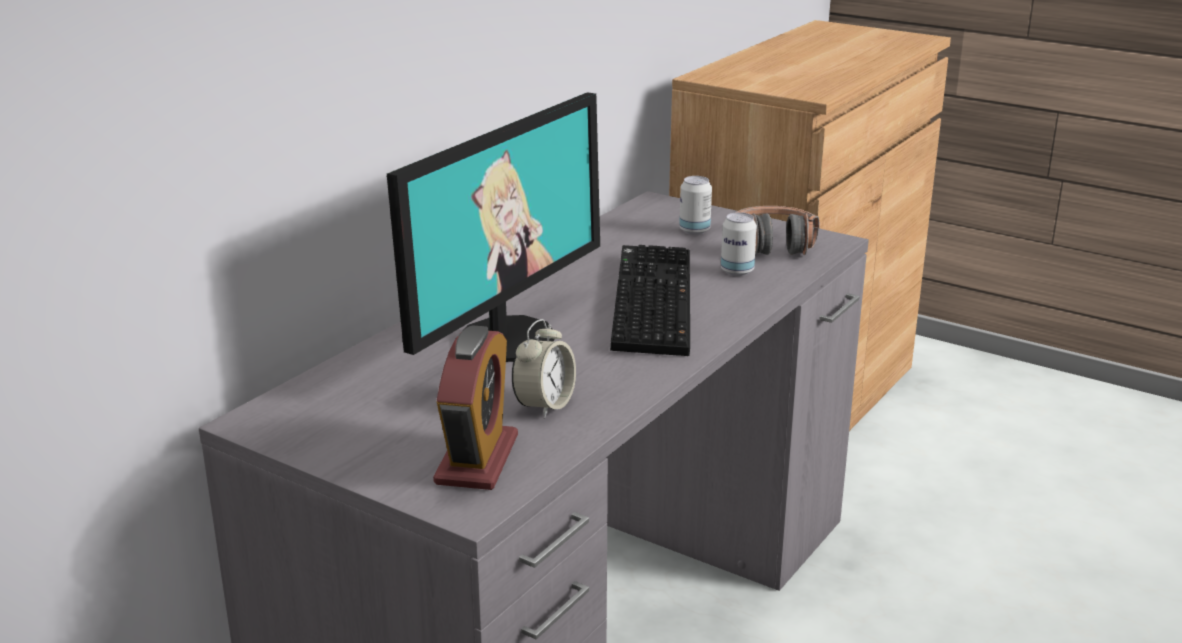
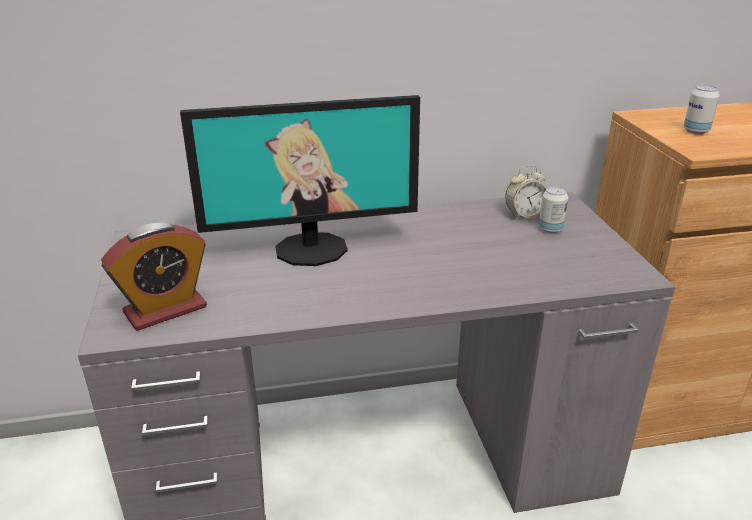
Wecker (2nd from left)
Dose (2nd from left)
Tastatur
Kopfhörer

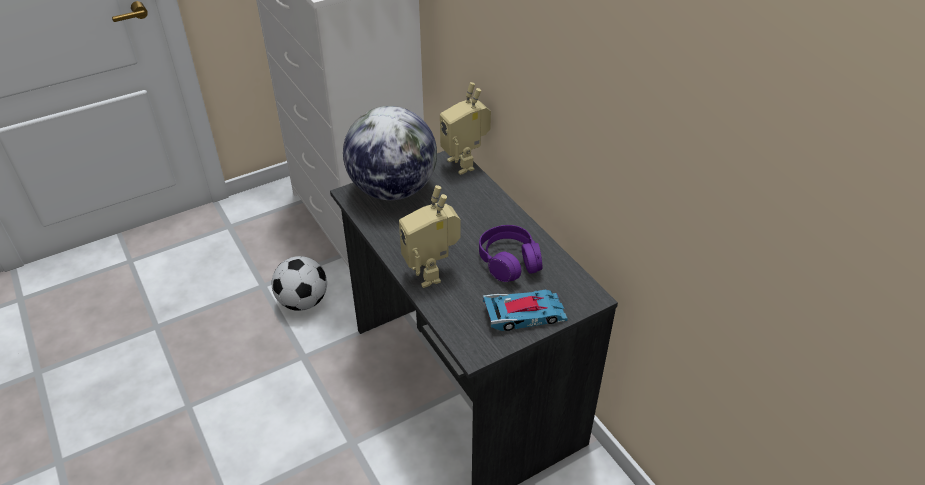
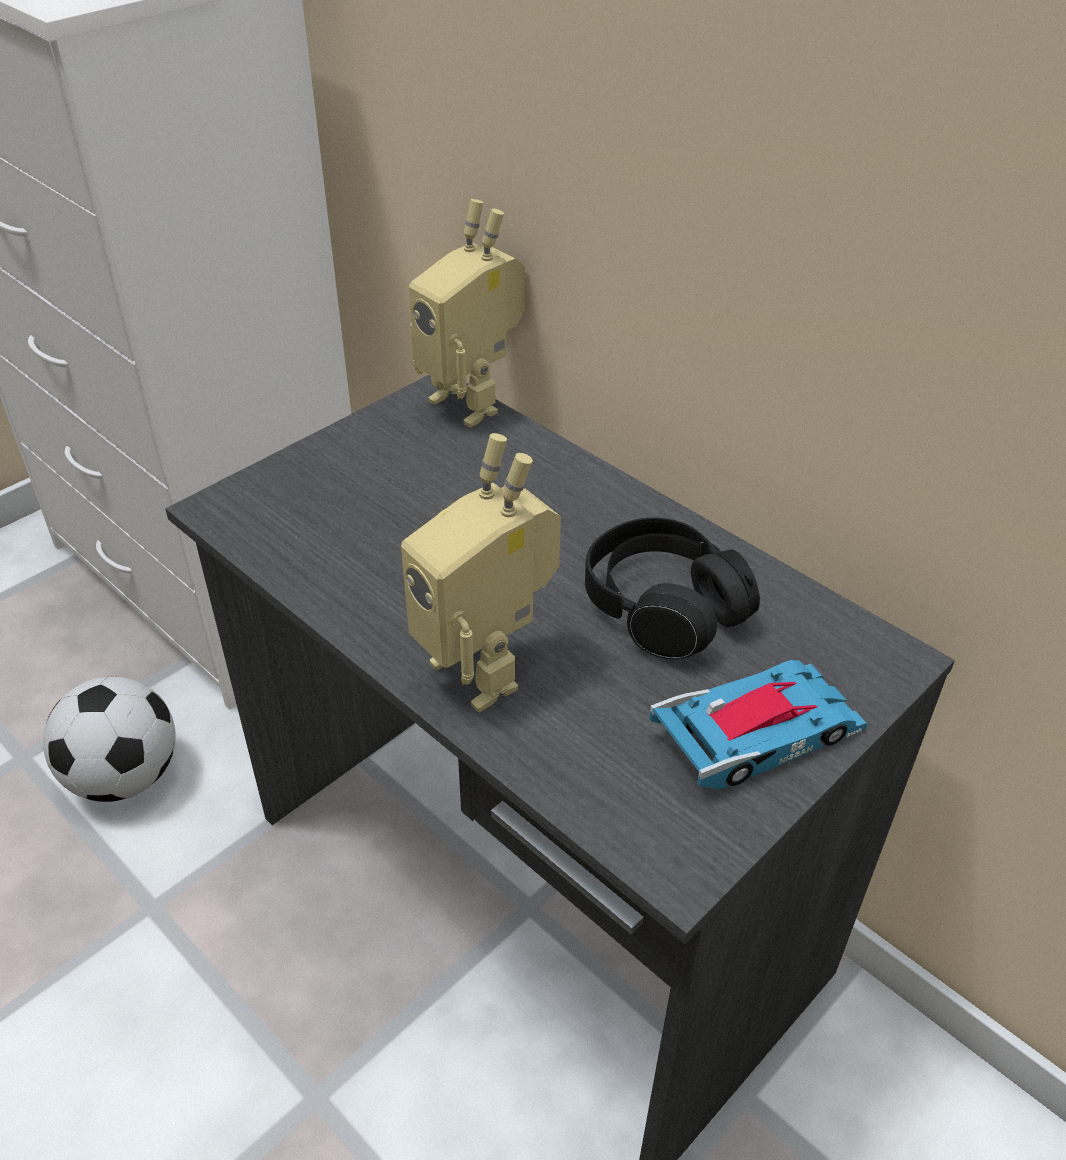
Kopfhörer/schwarz
Globus

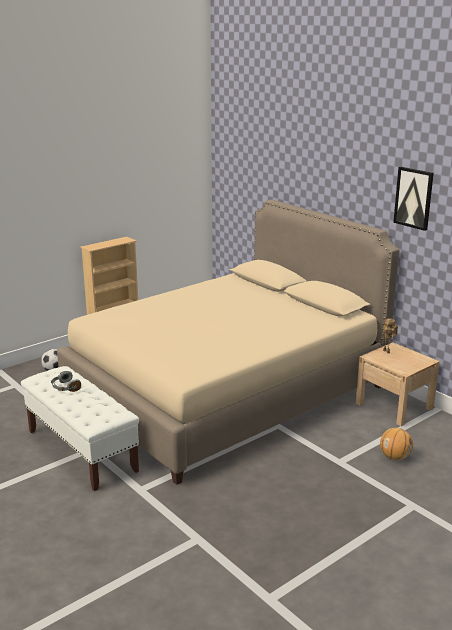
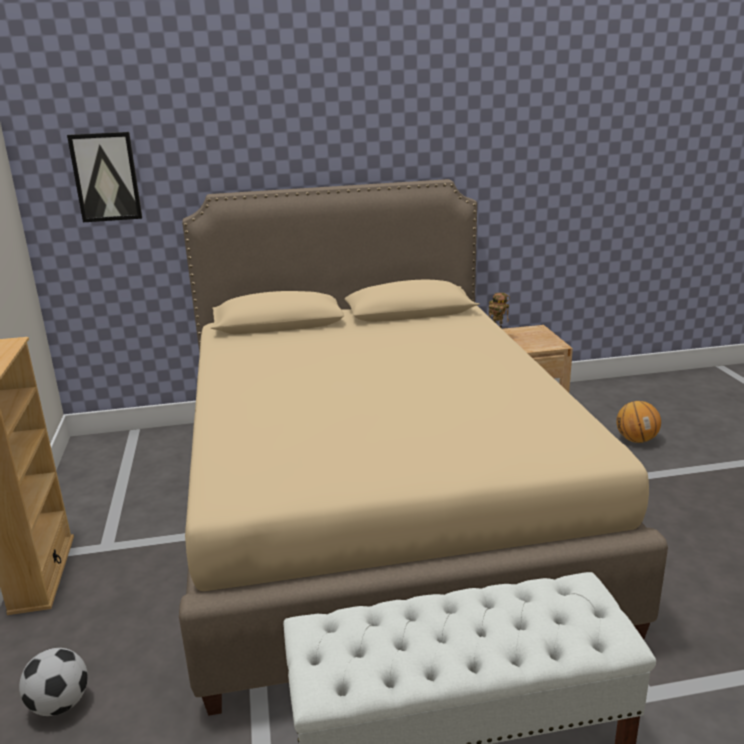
Bild
Kopfhörer/grau

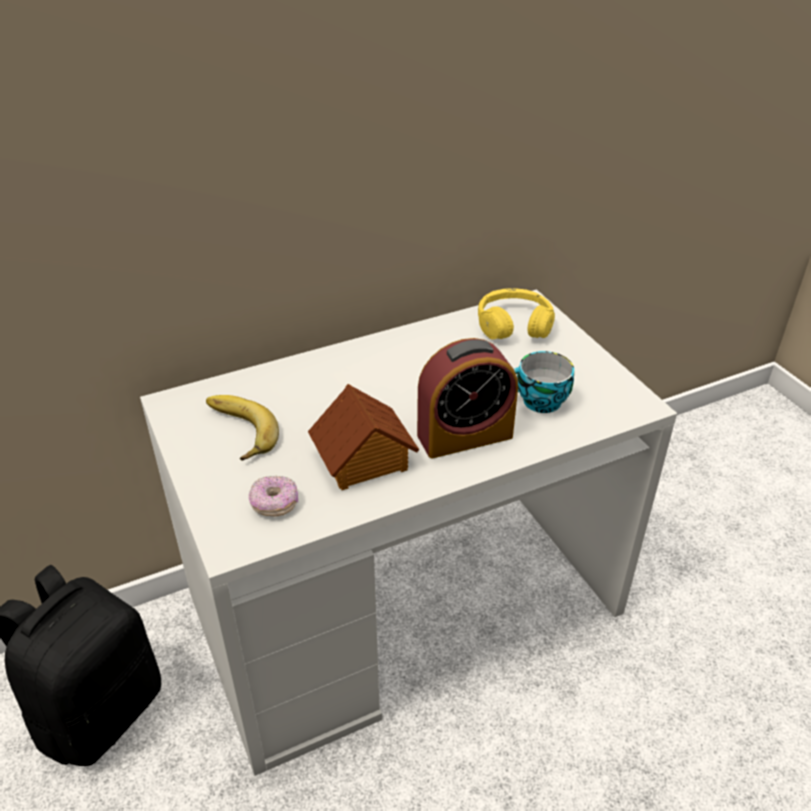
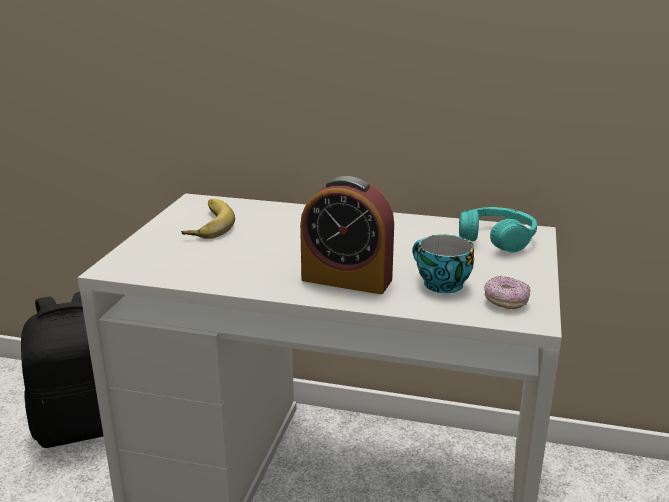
Kopfhörer/türkis
Donut
Spielzeughaus

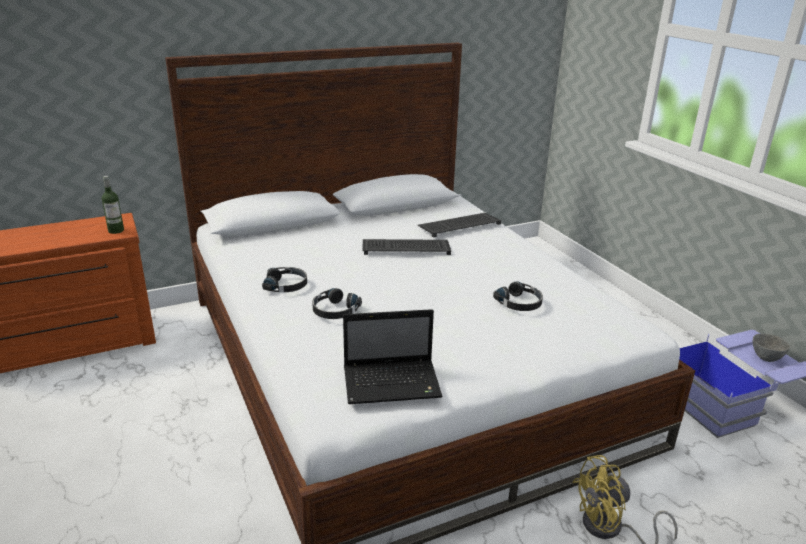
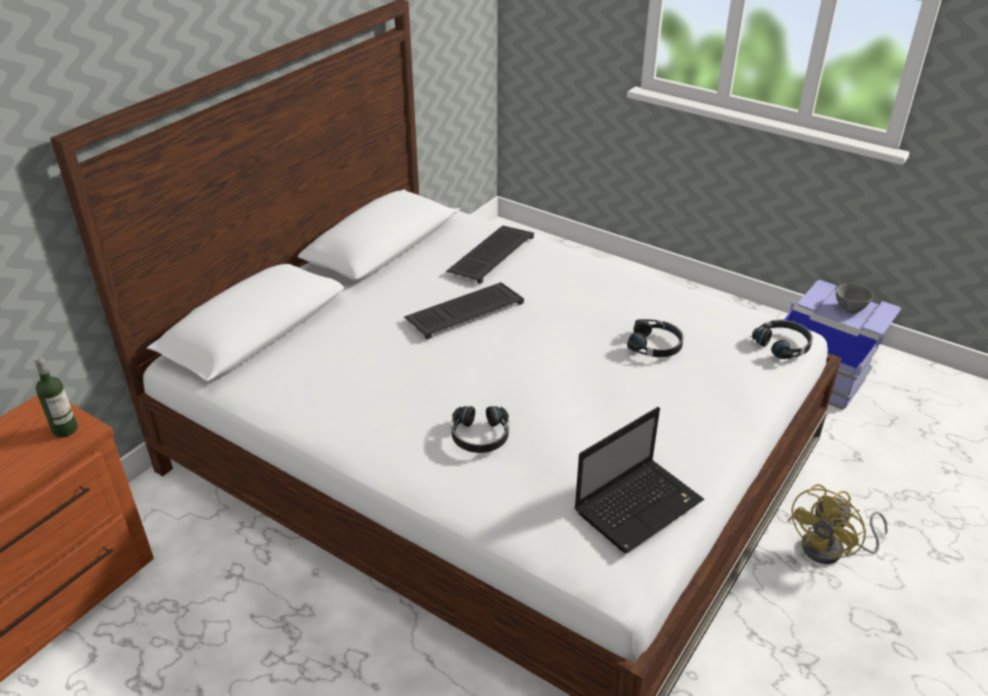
Kopfhörer/schwarz (3rd from left)

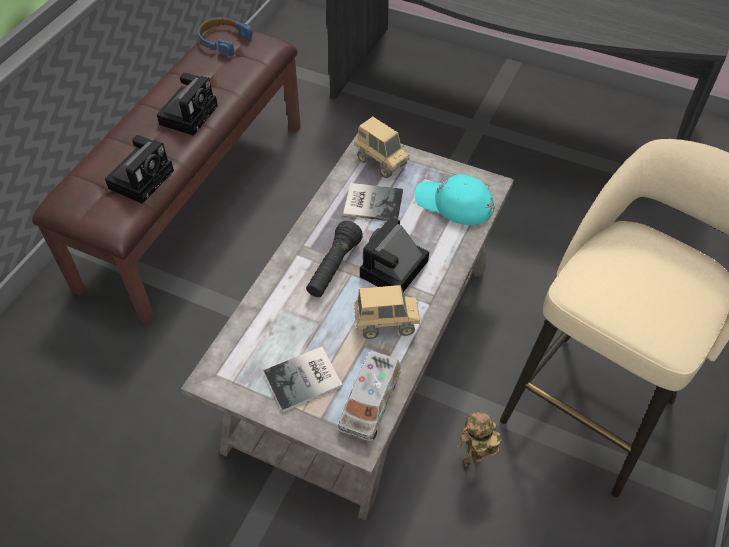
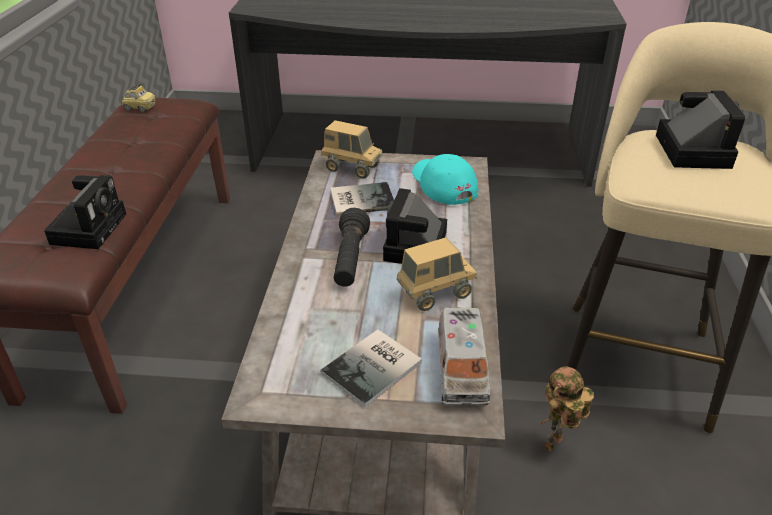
Spielzeugauto
Kappe/türkis
Kamera (3rd from left)

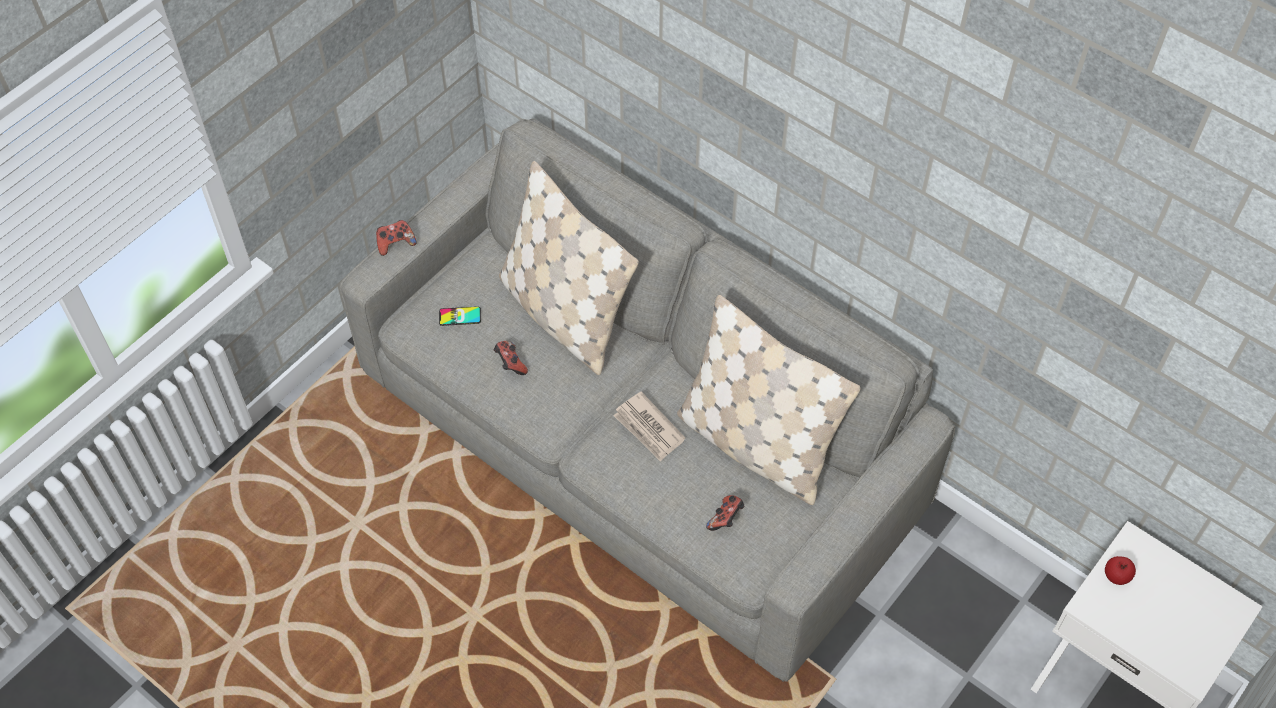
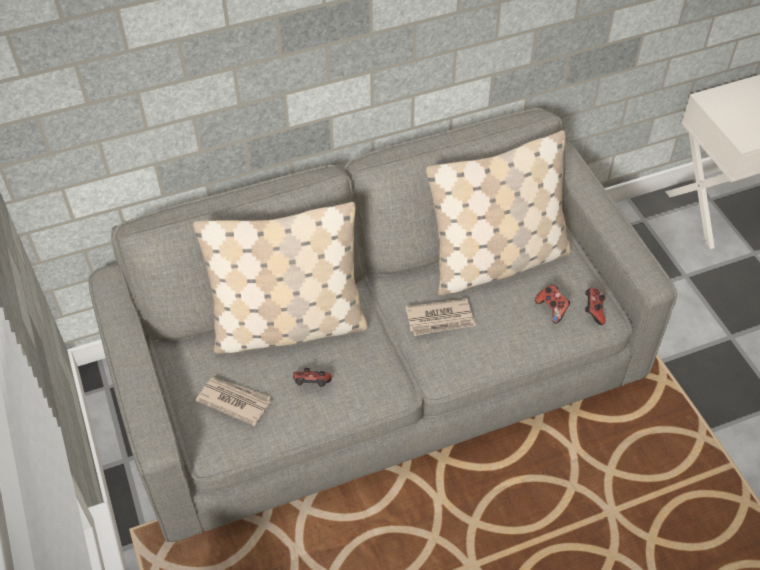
Zeitung (1st from left)
Gamepad (3rd from left)
Apfel

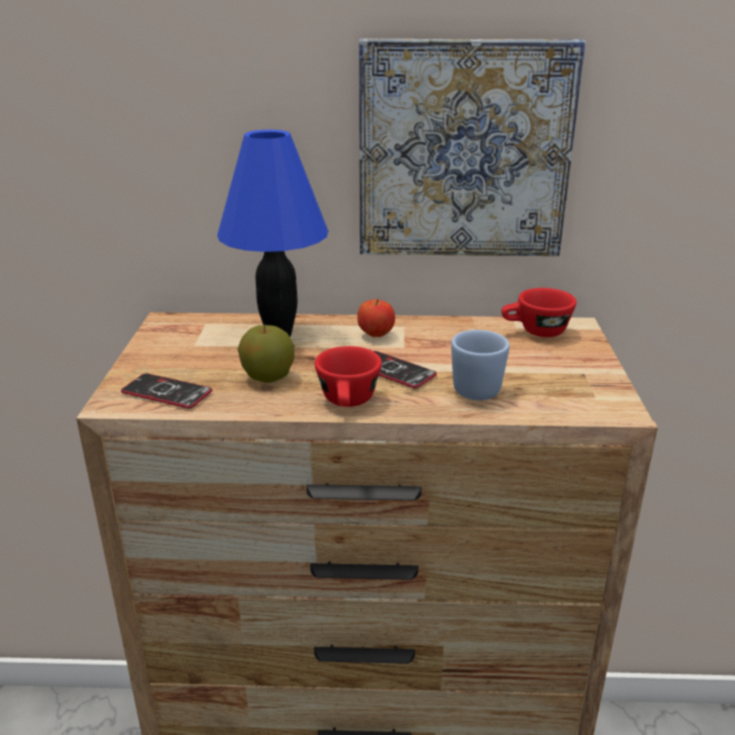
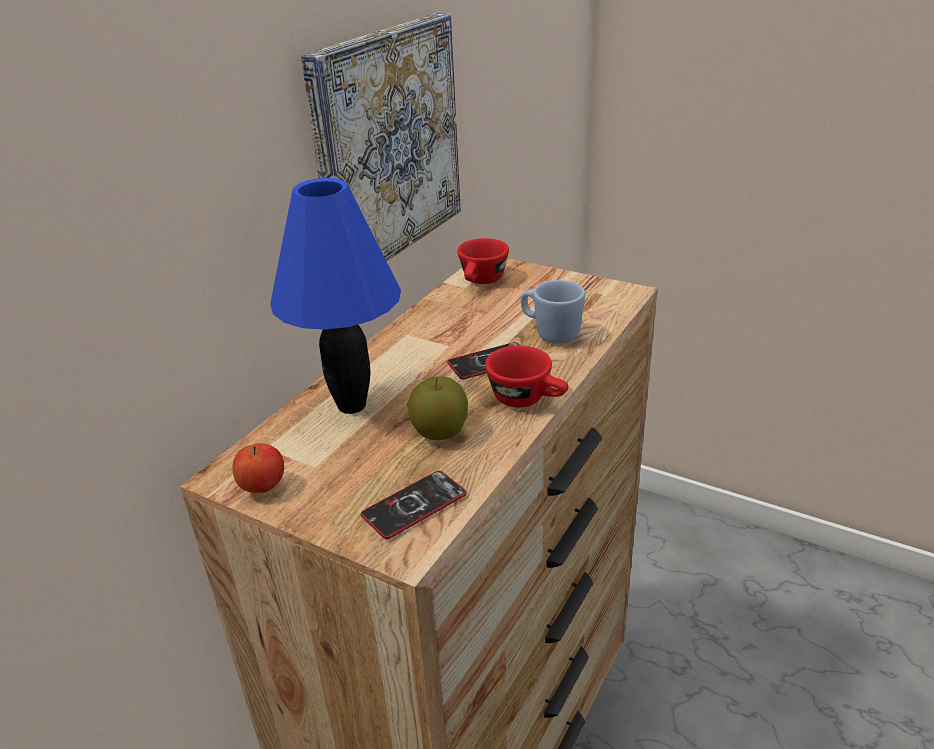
Apfel (1st from left)

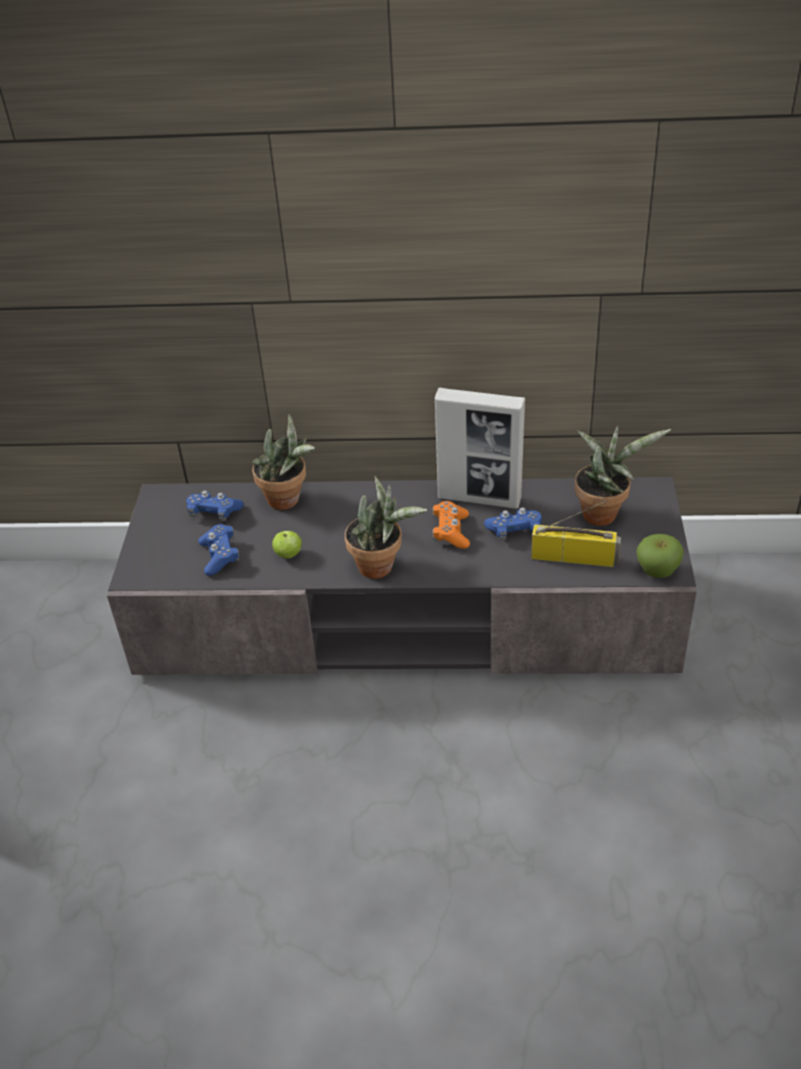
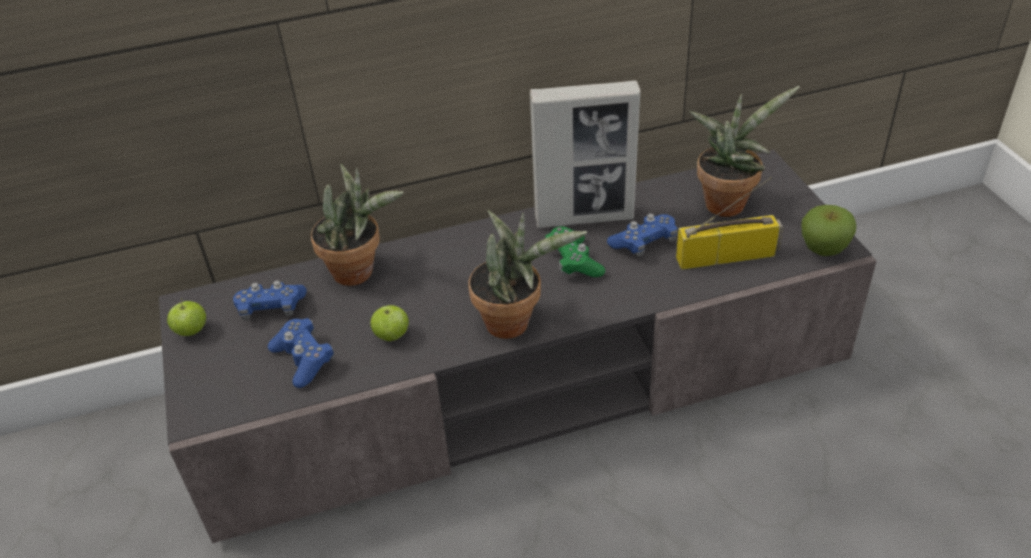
Apfel (1st from left)
Gamepad/grün

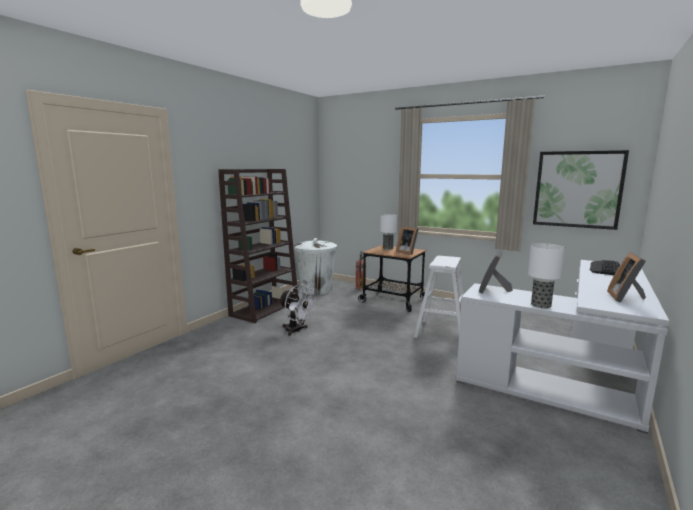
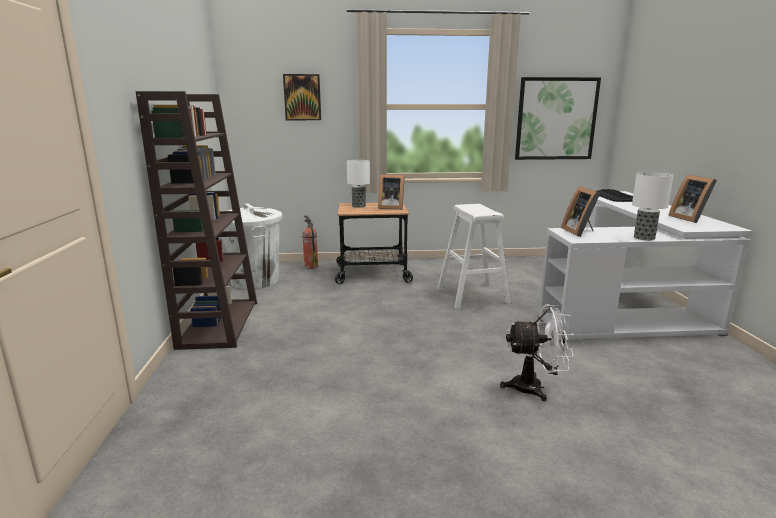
Bild (1st from left)
Ventilator/weiß

